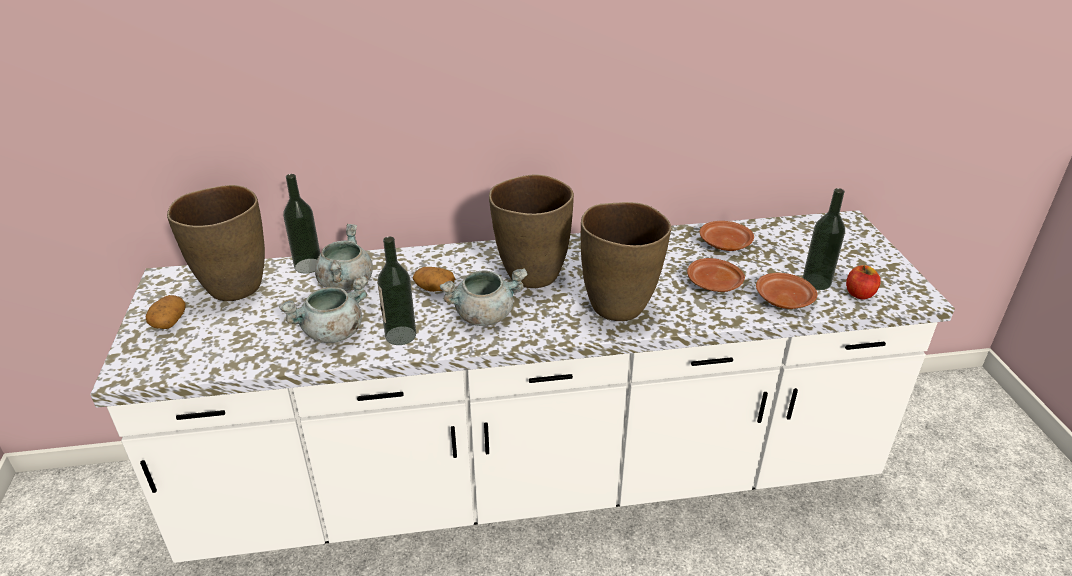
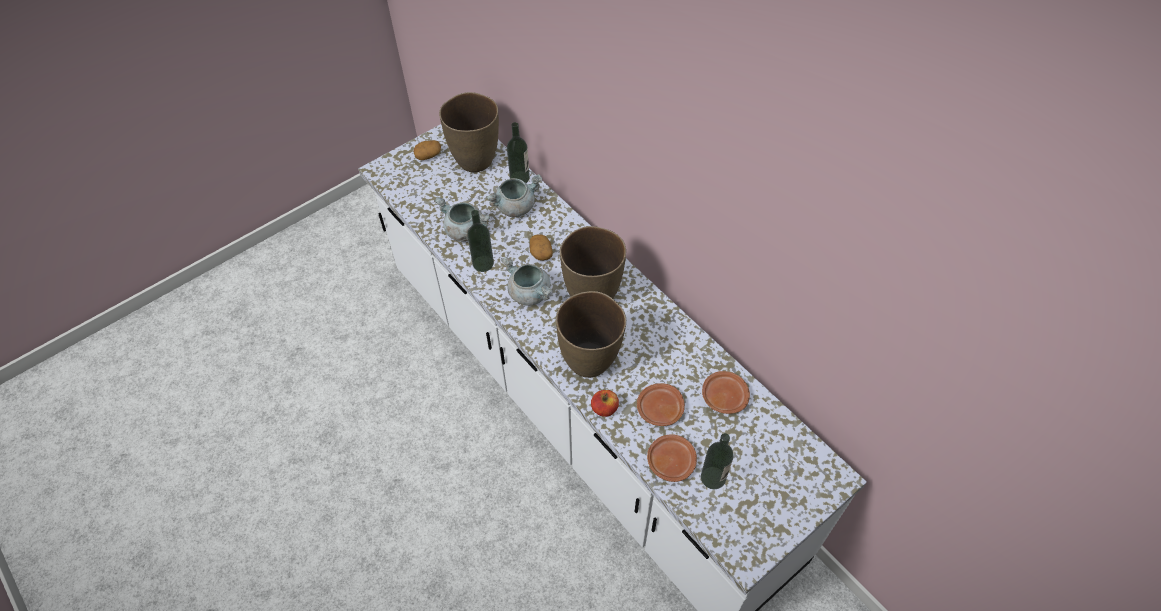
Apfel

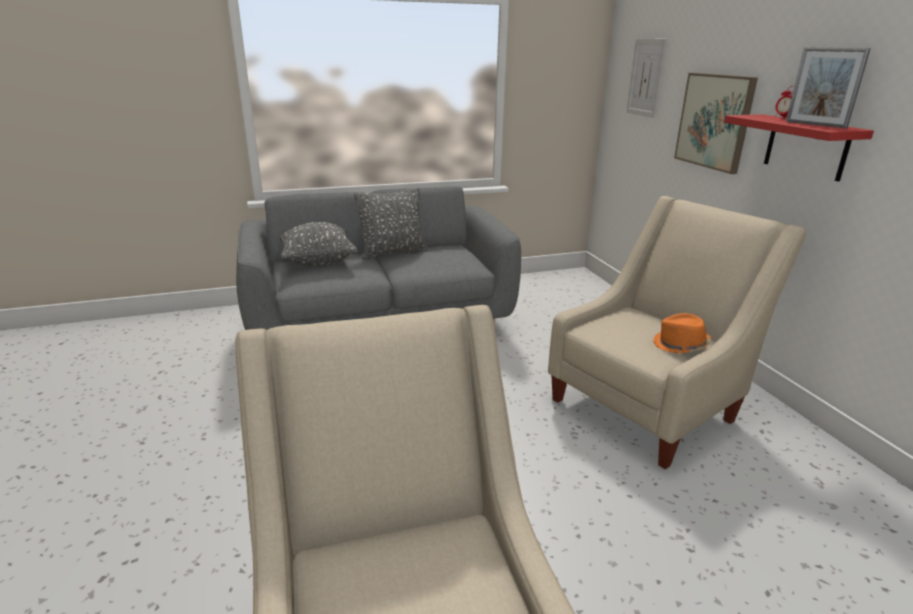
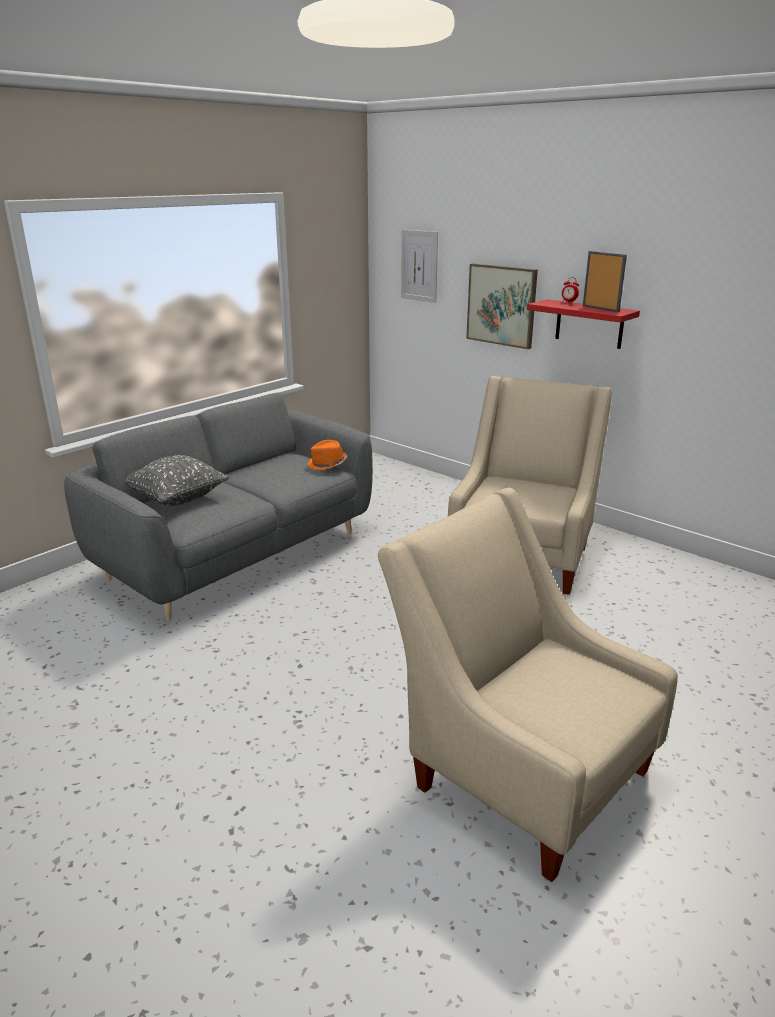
Hut/orange
Bilderrahmen
Kissen/grau (2nd from left in the first image)

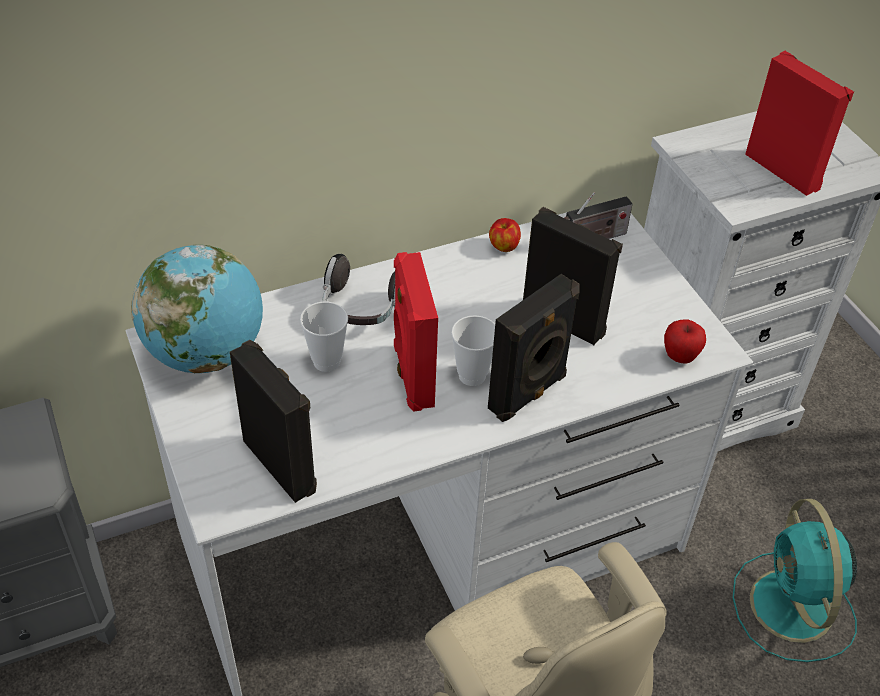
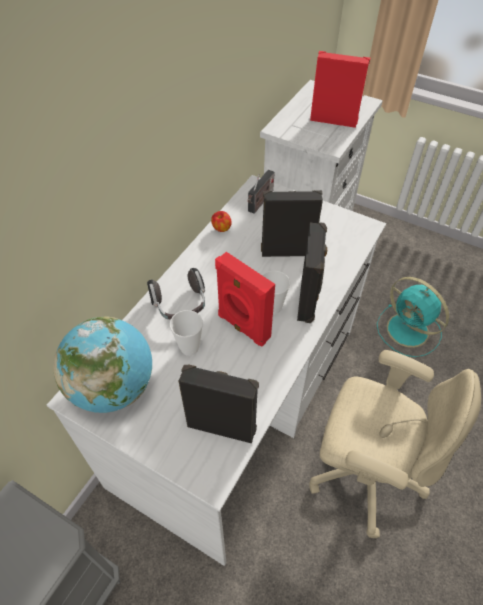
Apfel (2nd from left in the first image)

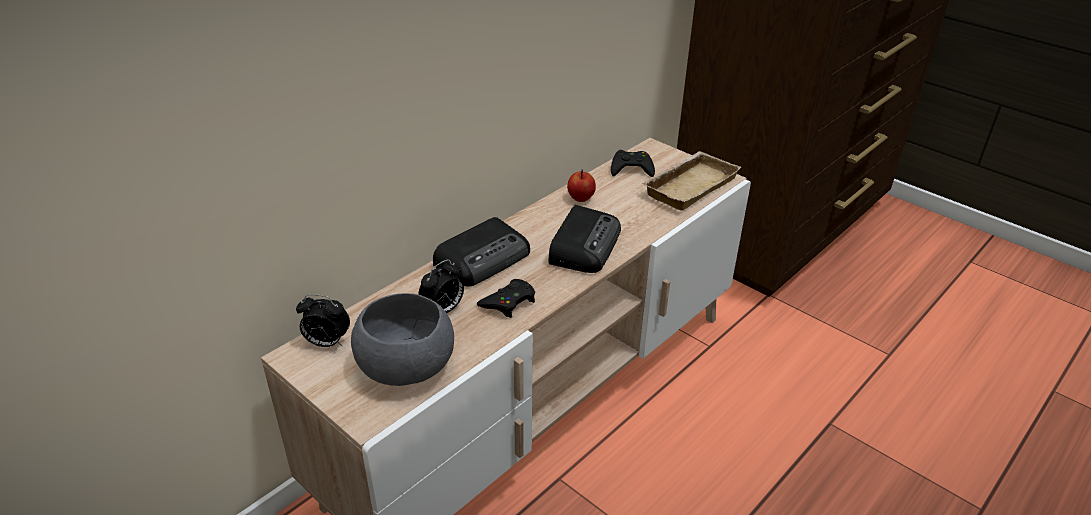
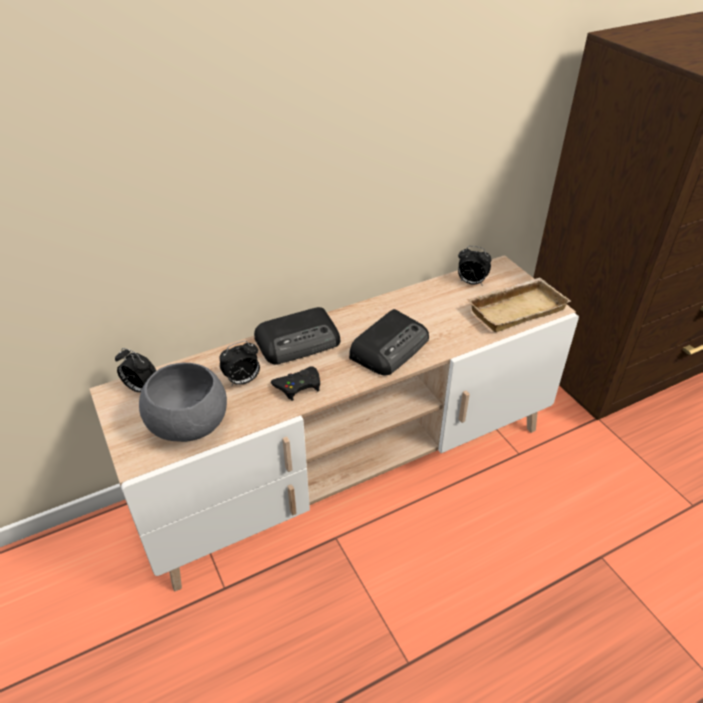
Wecker (3rd from left)
Apfel

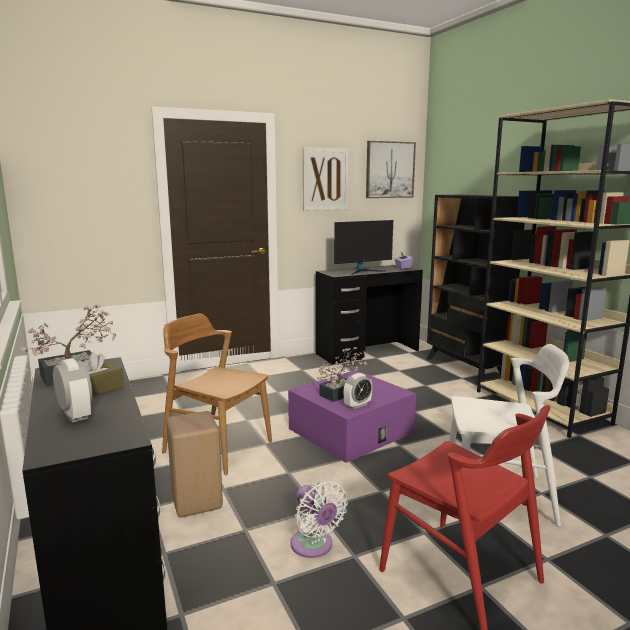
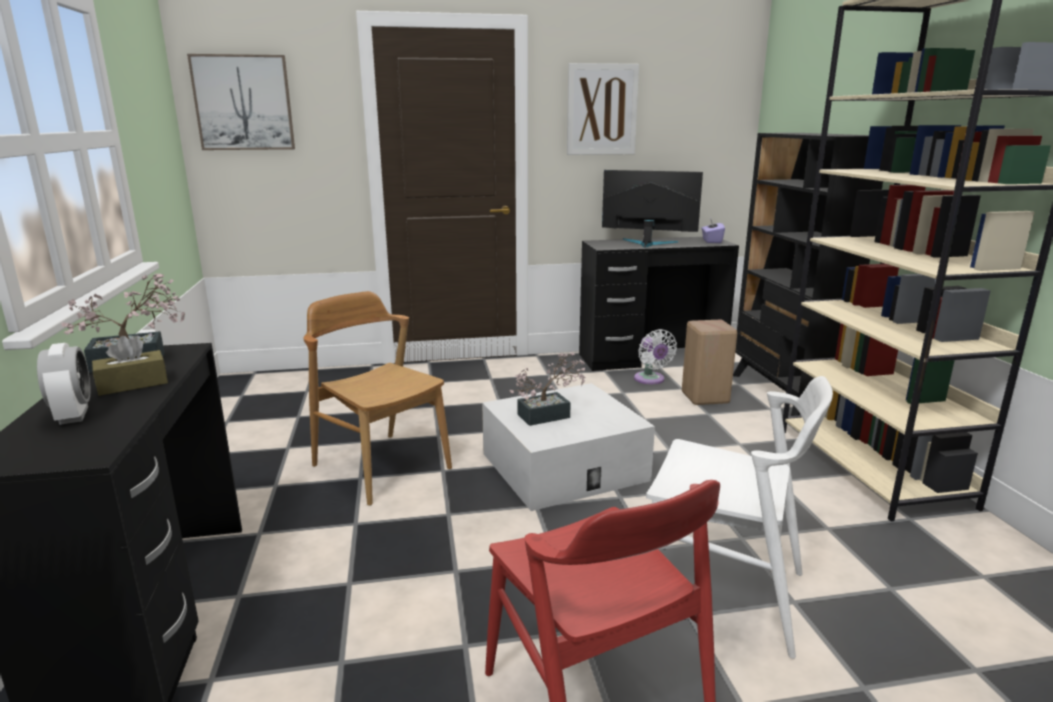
Bild (1st from left)
Aufbewahrungsbox/weiß
Monitor
Ventilator/weiß
Hocker/beige
Wecker (2nd from left in the first image)

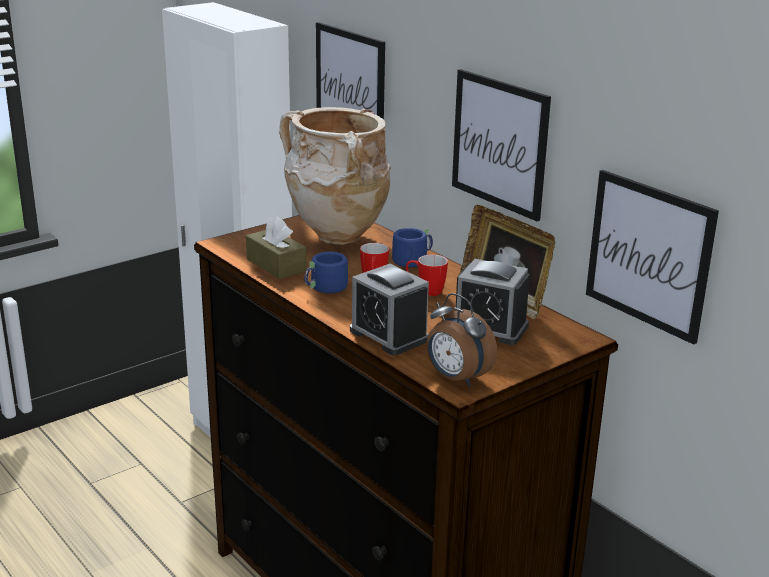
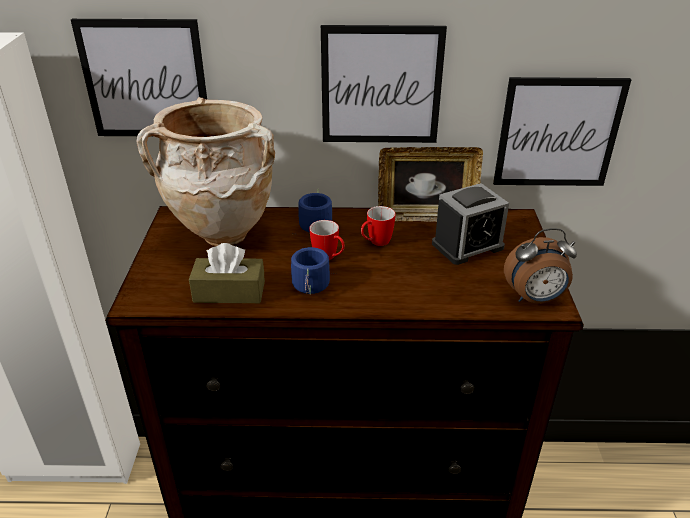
Wecker (1st from left in the first image)

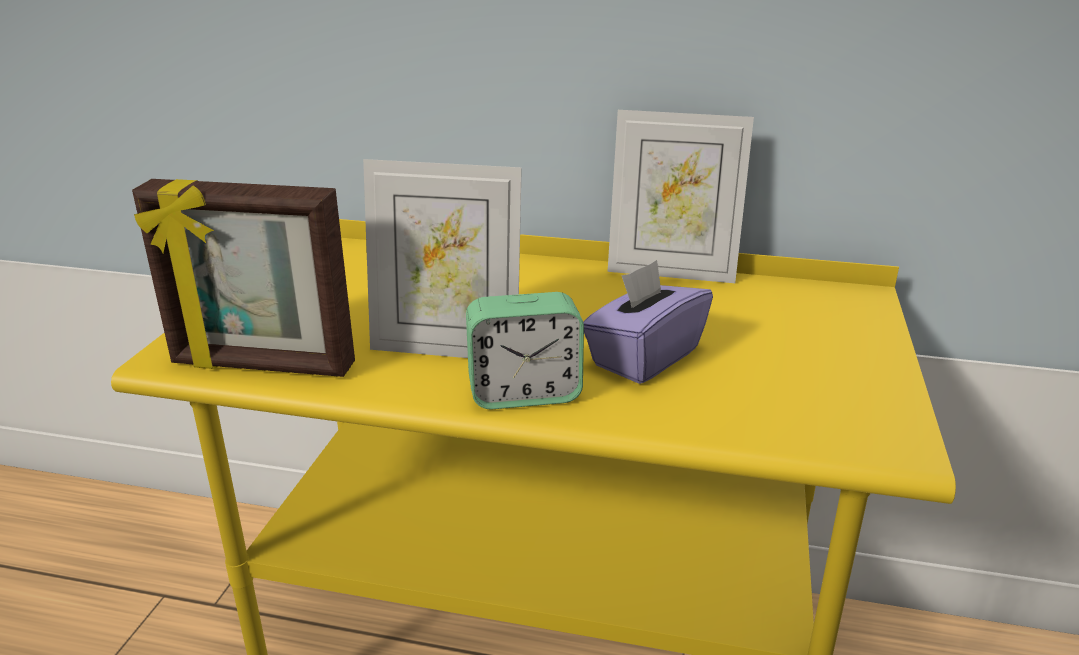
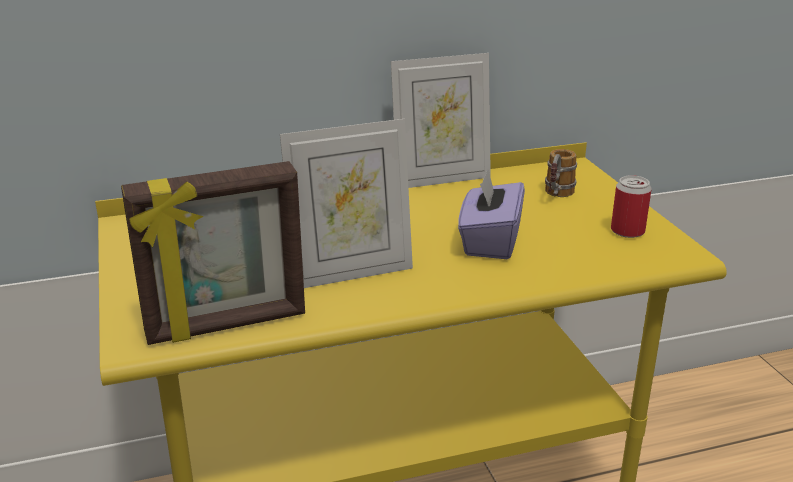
Henkelbecher
Dose
Wecker

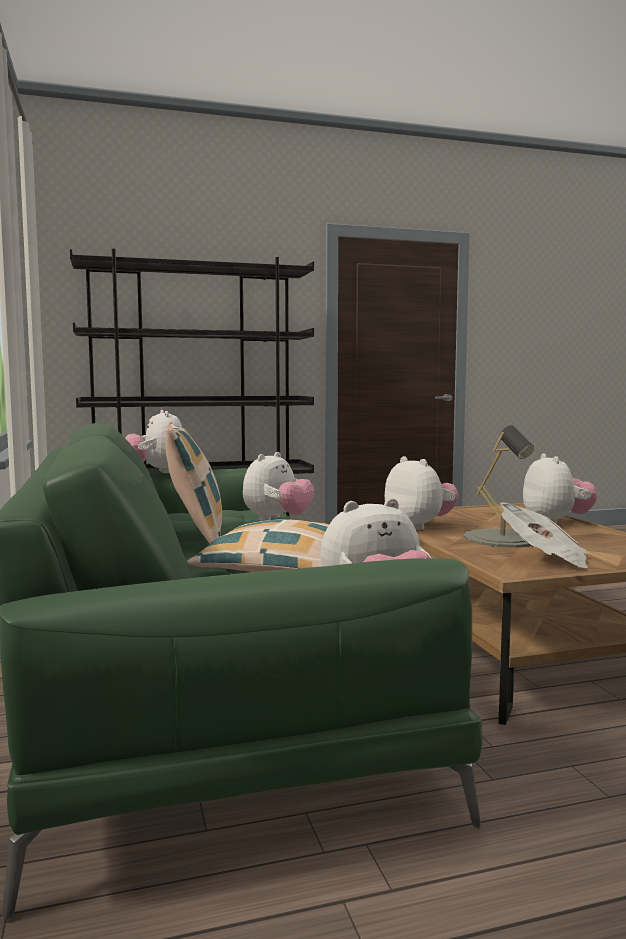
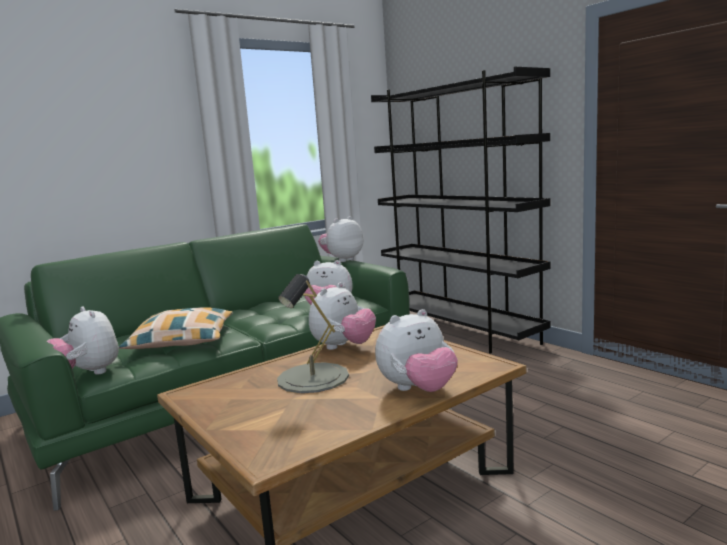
Kissen (1st from left in the first image)
Zeitung

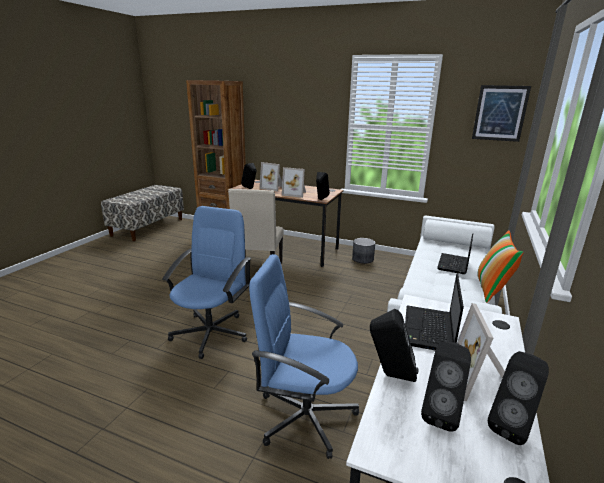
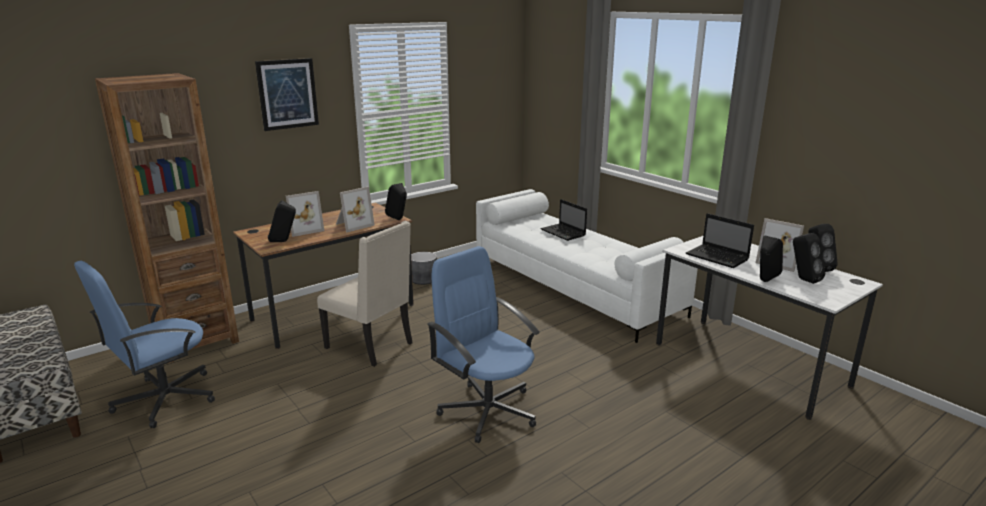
Bürostuhl/blau (1st from left)
Bild
Kissen

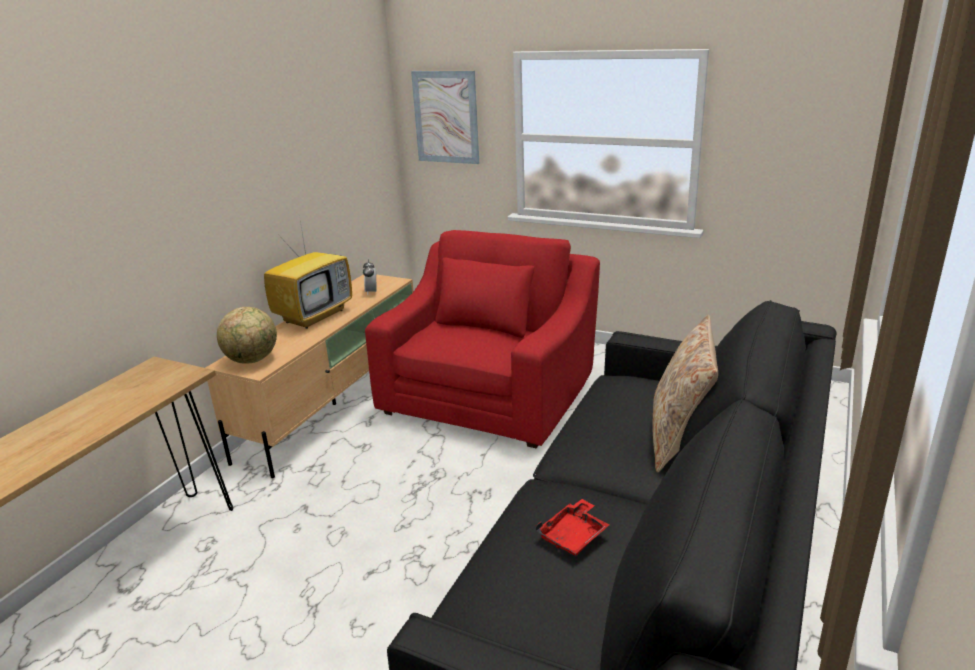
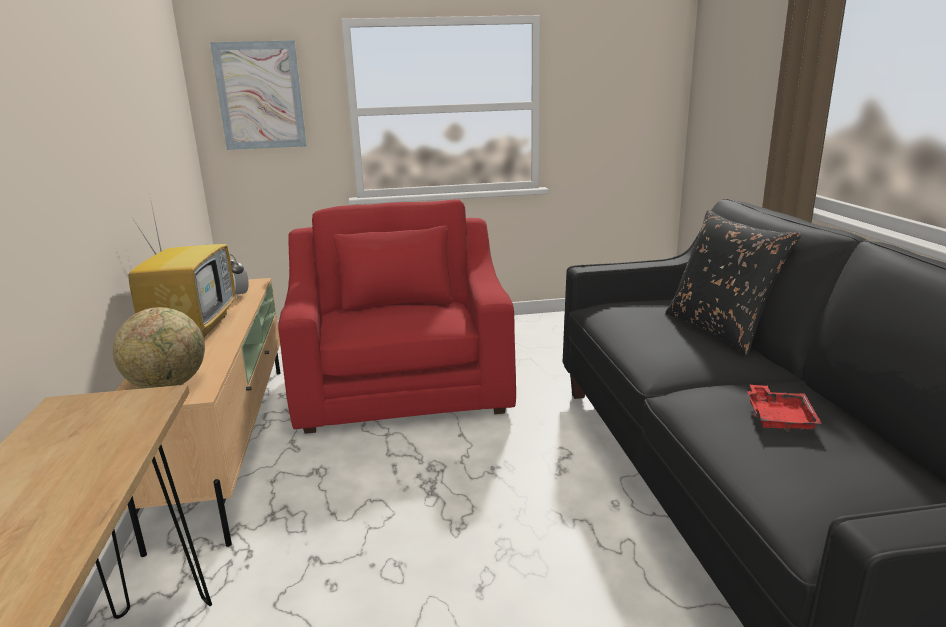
Kissen/schwarz

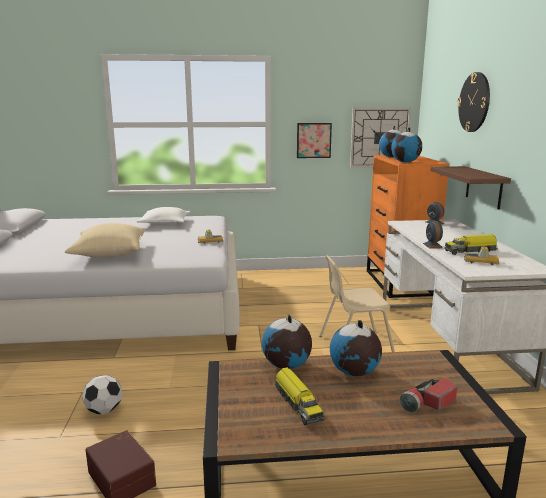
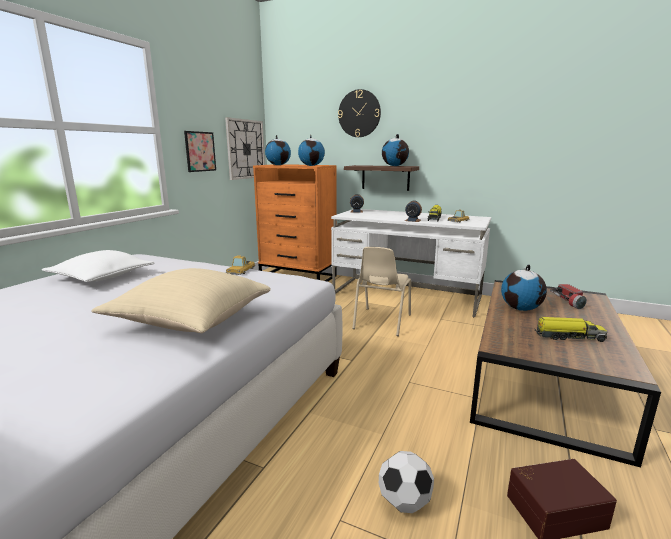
Globus (3rd from left)

